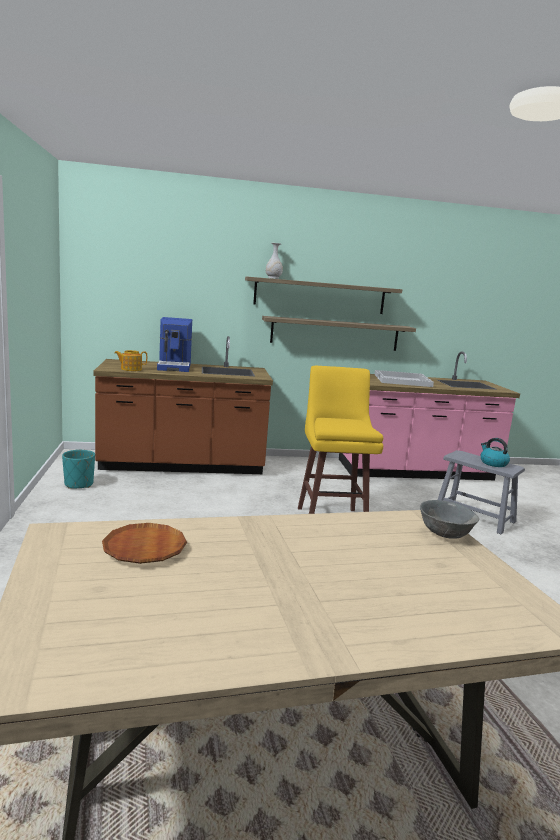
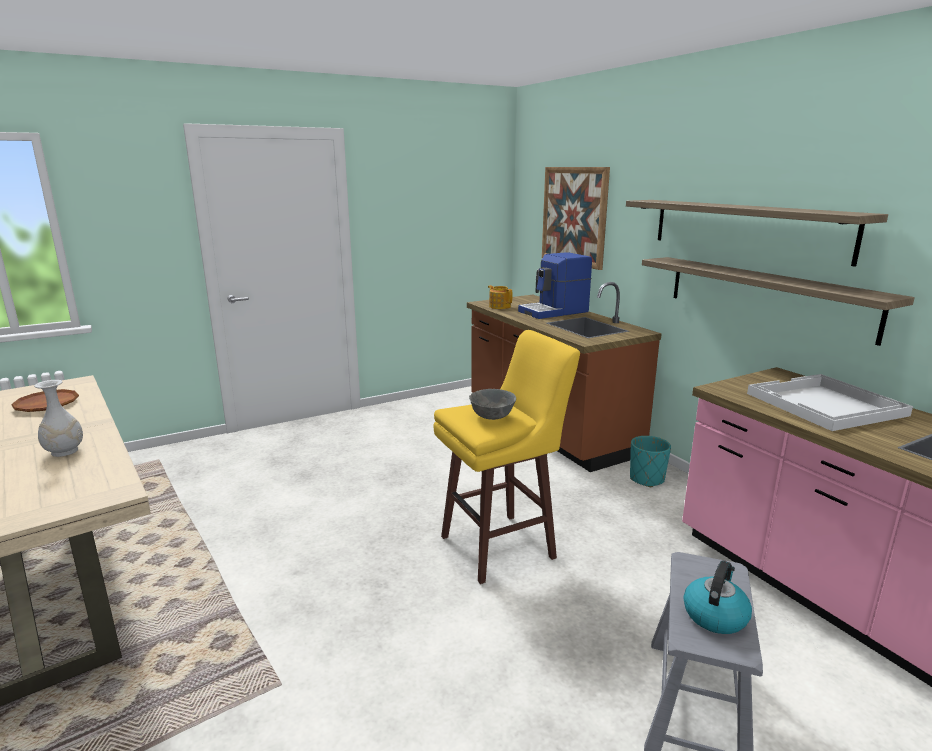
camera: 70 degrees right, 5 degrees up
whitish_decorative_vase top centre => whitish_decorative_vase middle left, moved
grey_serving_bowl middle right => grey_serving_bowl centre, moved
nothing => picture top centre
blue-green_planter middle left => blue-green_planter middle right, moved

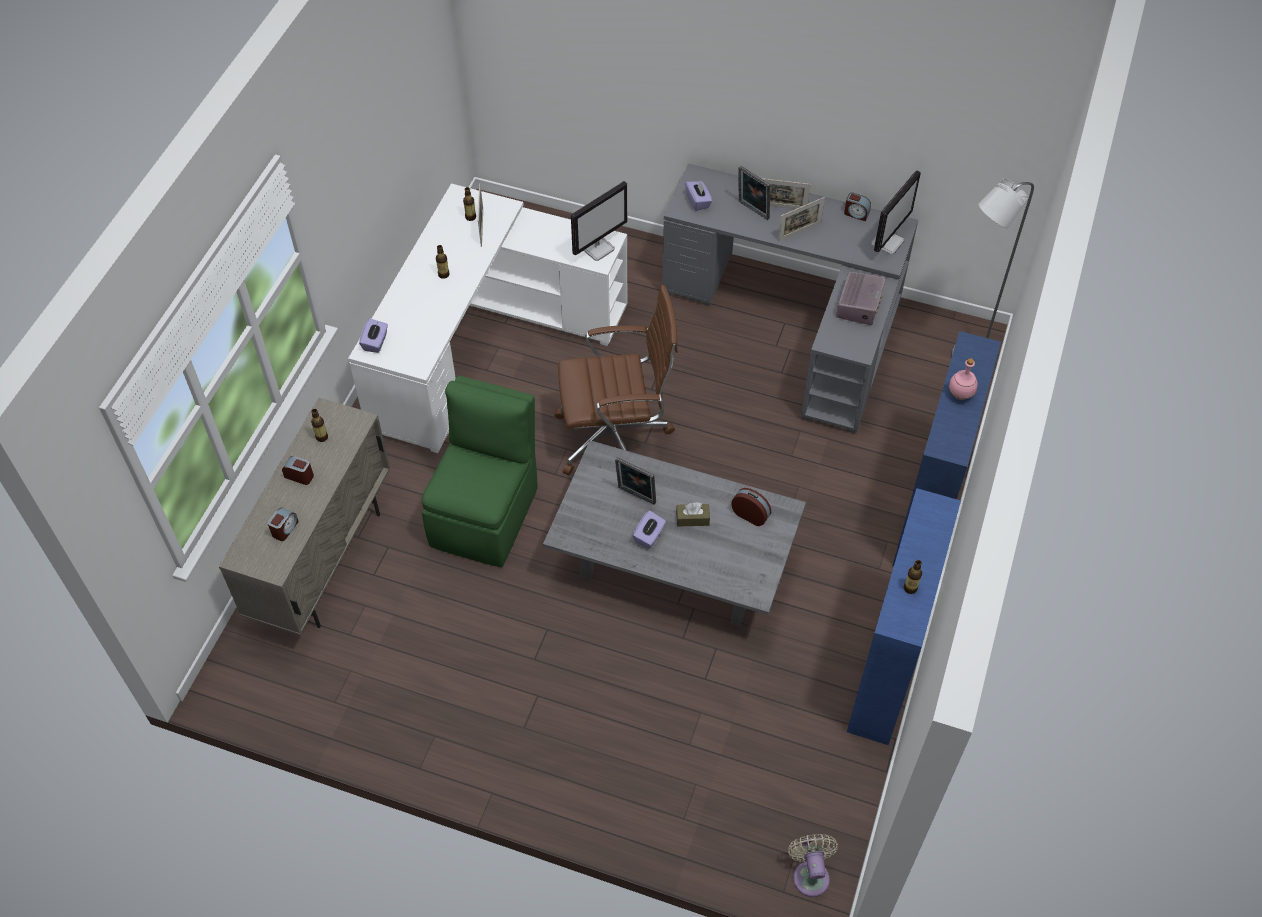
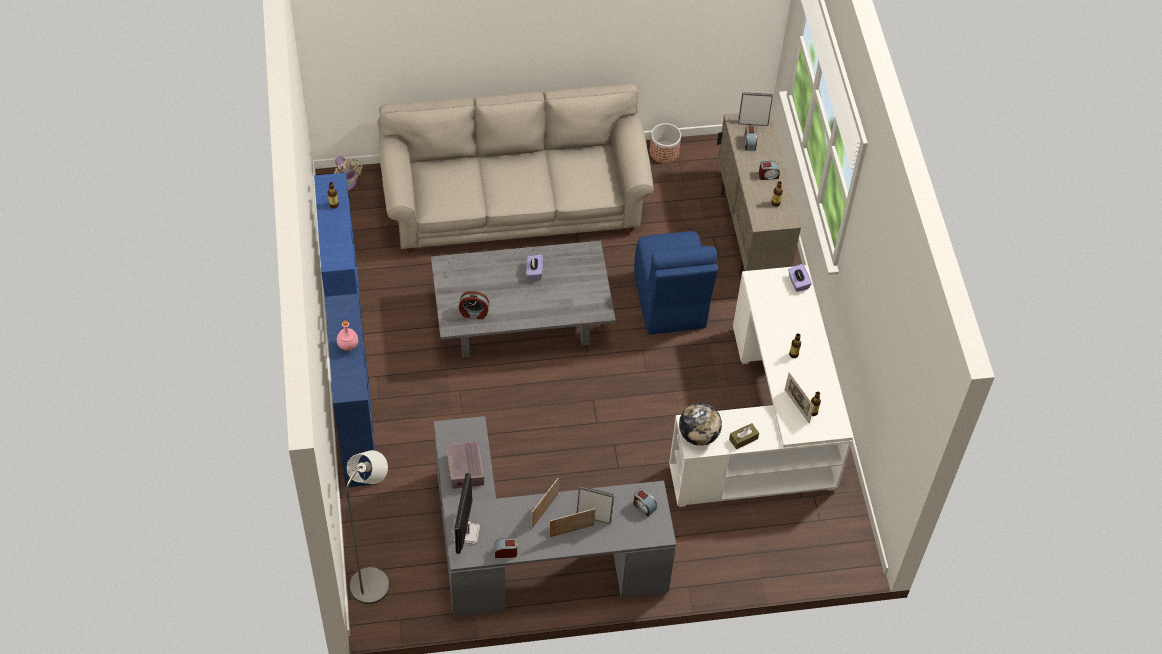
camera: 150 degrees right, 0 degrees up
nothing => beige-coloured_couch top centre
green-coloured_chair centre => blue-coloured_chair centre
purplish_box_of_tissues (3rd from left) top centre => table_clock (3rd from left) bottom centre
nothing => planter top centre
computer_display (1st from left) top centre => globe centre
brownish_box_of_tissues centre => brownish_box_of_tissues bottom centre, moved
picture_frame (2nd from left in the first image) centre => picture_frame (4th from left) top centre, moved
brownish_office_chair centre => nothing

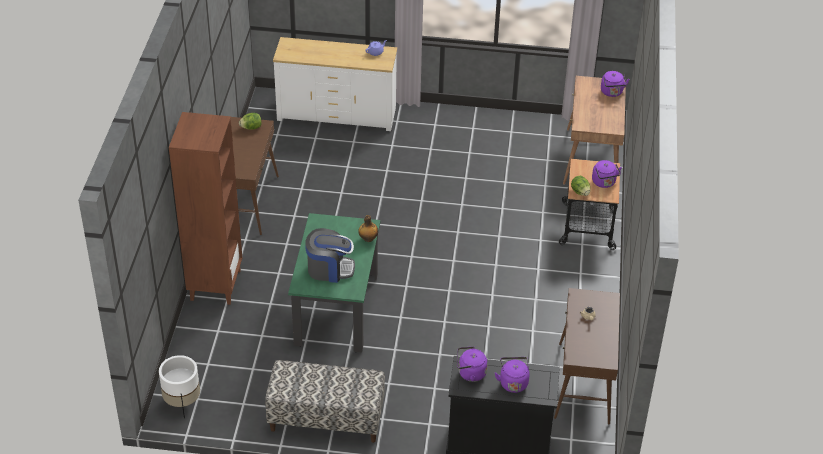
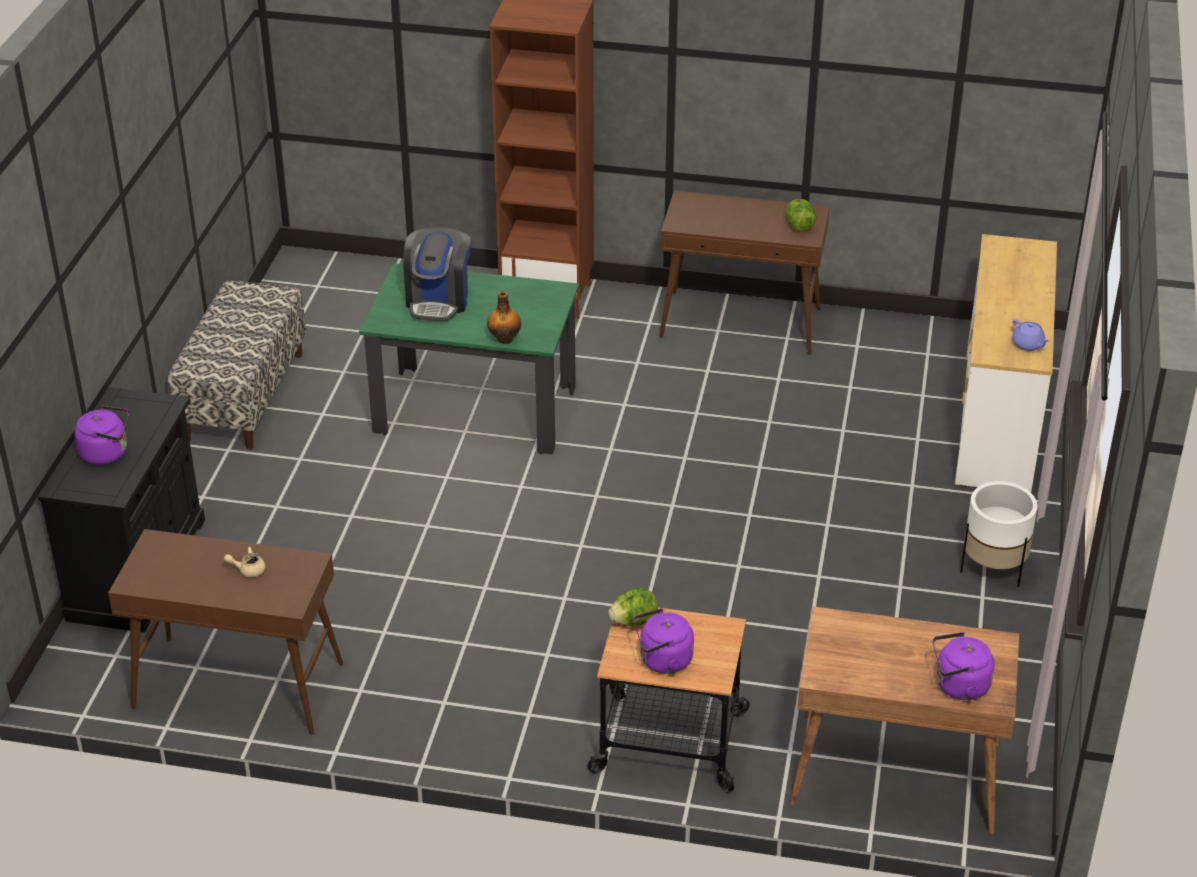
camera: 95 degrees right, 5 degrees down
whitish_planter bottom left => whitish_planter middle right, moved
purplish_kettle (1st from left) bottom centre => nothing

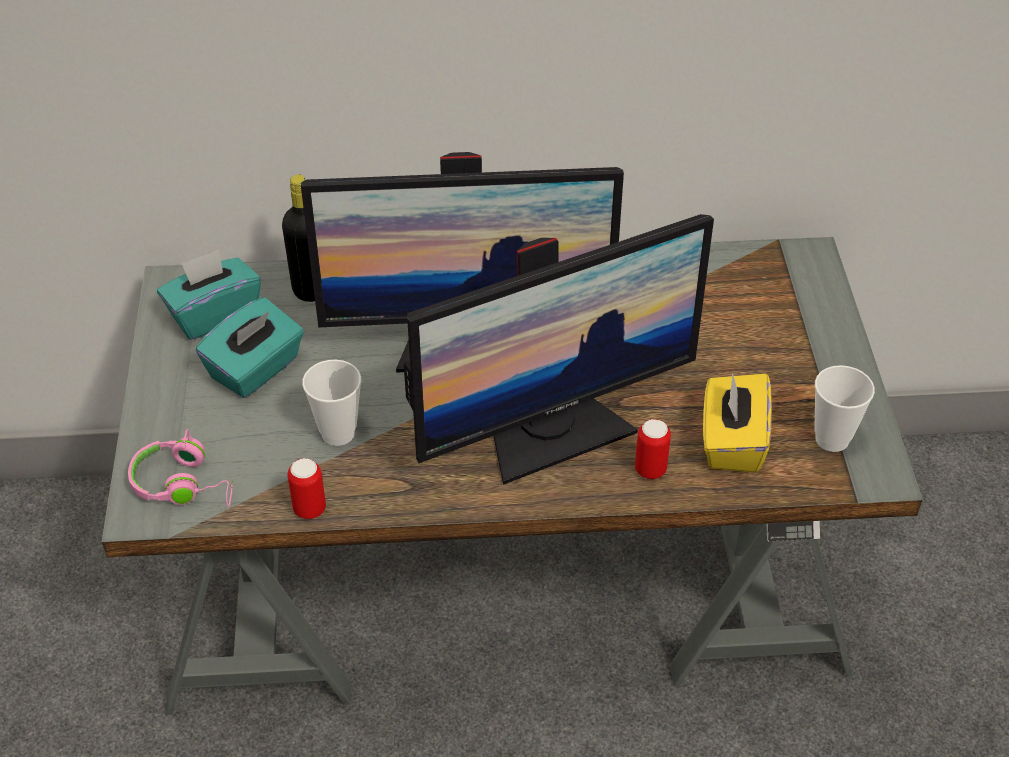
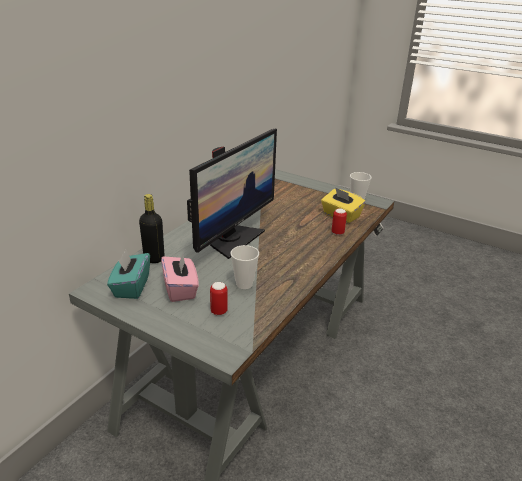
camera: 55 degrees left, 15 degrees down
blue-green_box_of_tissues (2nd from left) middle left => pink_box_of_tissues centre
sealed_can (1st from left) middle left => sealed_can (1st from left) centre, moved
pink_pair_of_headphones middle left => nothing
computer_display (2nd from left) centre => nothing

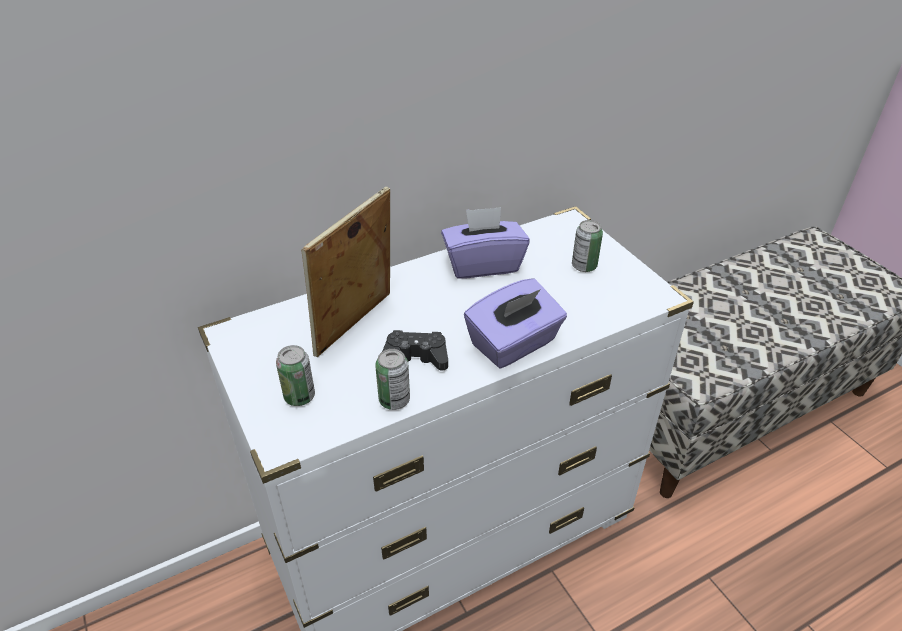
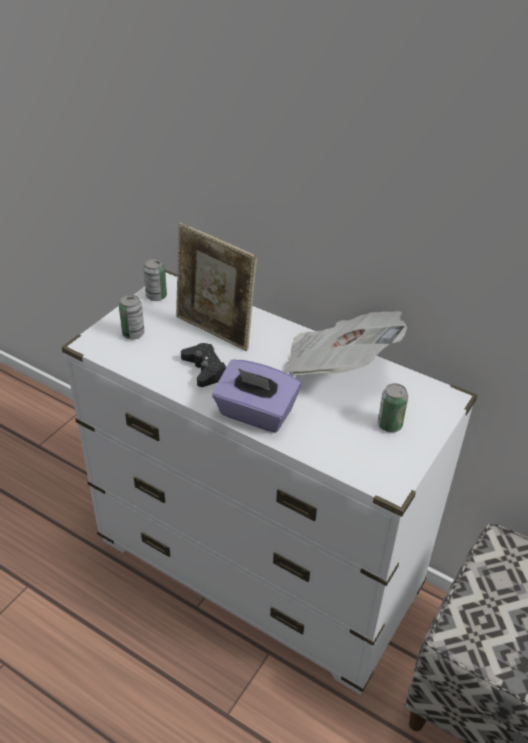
camera: 60 degrees right, 0 degrees up
sealed_can (2nd from left) centre => sealed_can (2nd from left) middle left, moved
picture_frame centre, 150 degrees counterclockwise
purplish_box_of_tissues (1st from left) centre => daily_paper centre

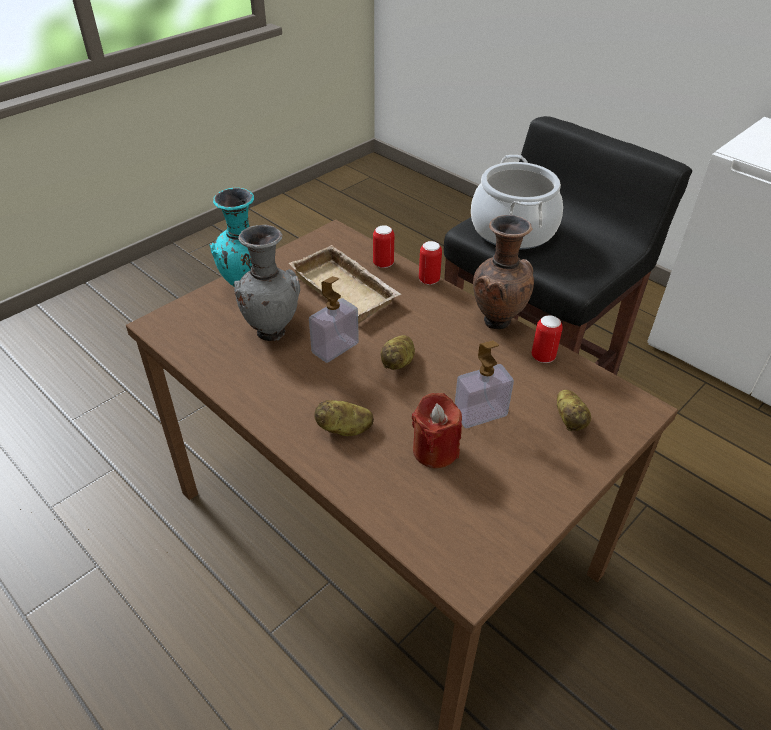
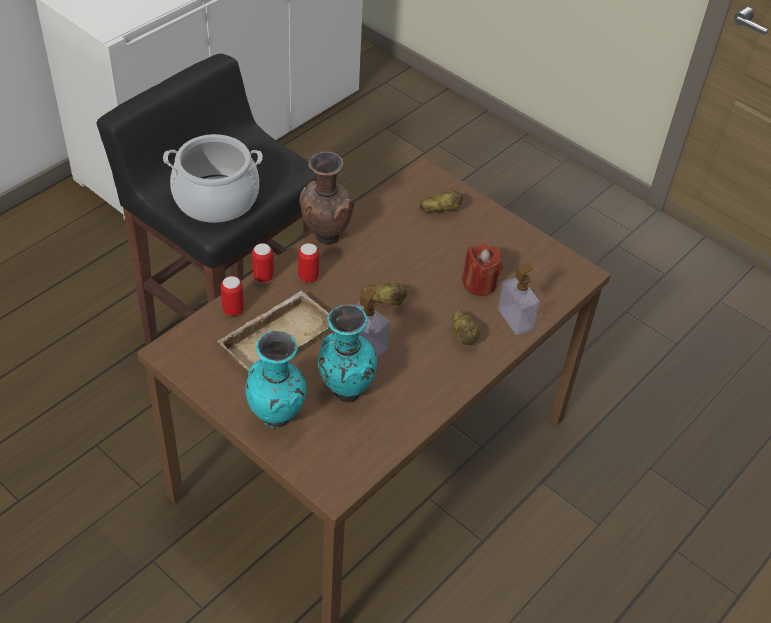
camera: 95 degrees left, 5 degrees up
sealed_can (3rd from left) middle right => sealed_can (3rd from left) centre, moved
grey_decorative_vase centre => blue-green_decorative_vase (2nd from left) centre
liquid_soap_bottle (2nd from left) centre => liquid_soap_bottle (2nd from left) middle right, moved

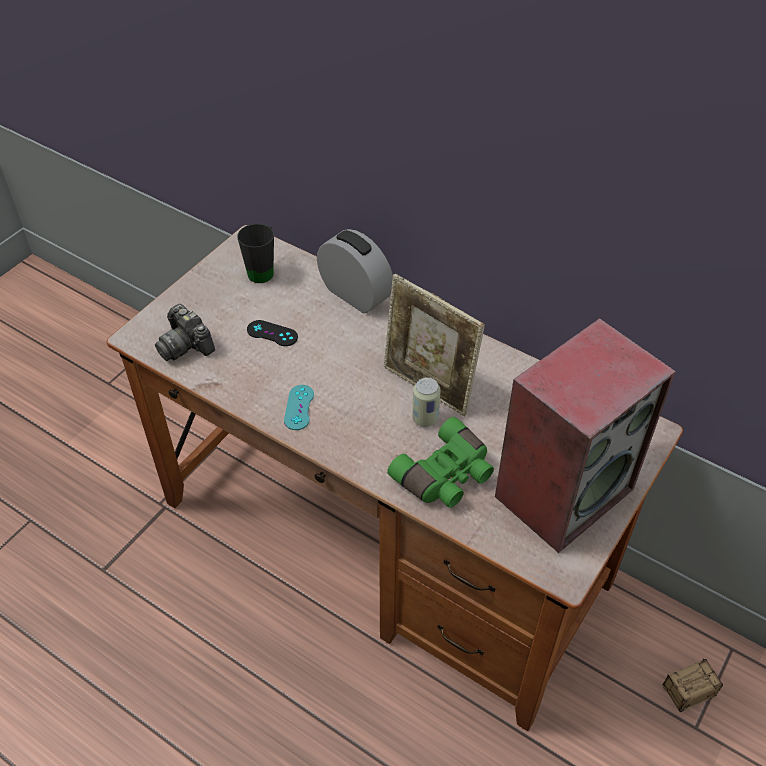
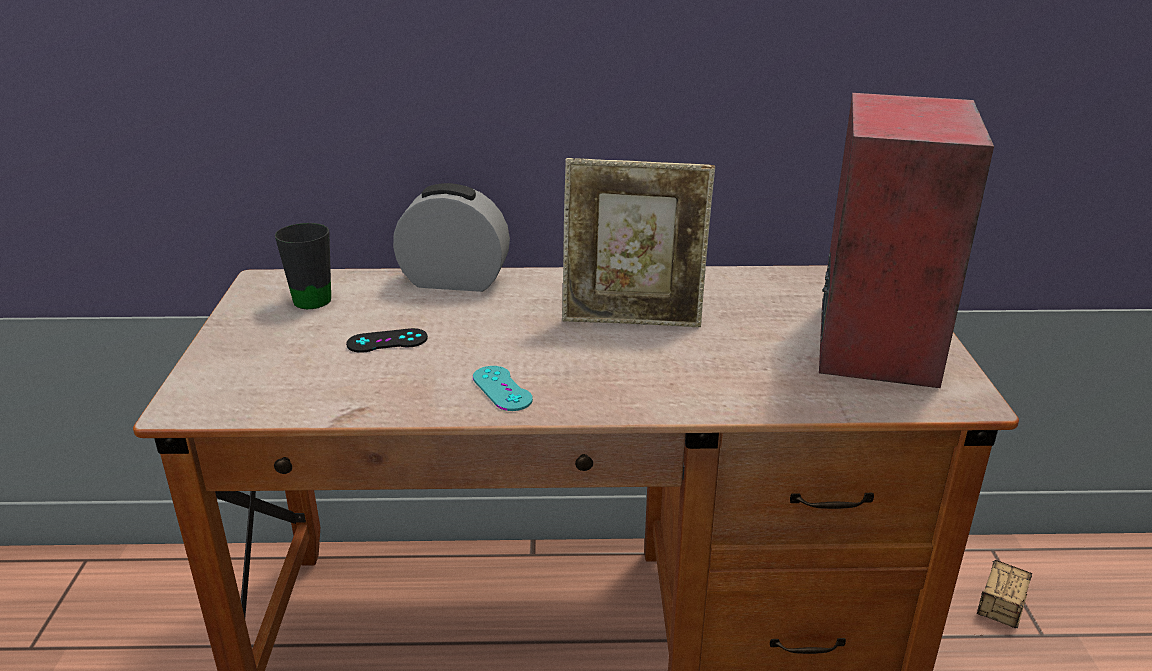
camera: 35 degrees left, 20 degrees down
still_camera middle left => nothing
green-coloured_binoculars centre => nothing
sealed_can centre => nothing

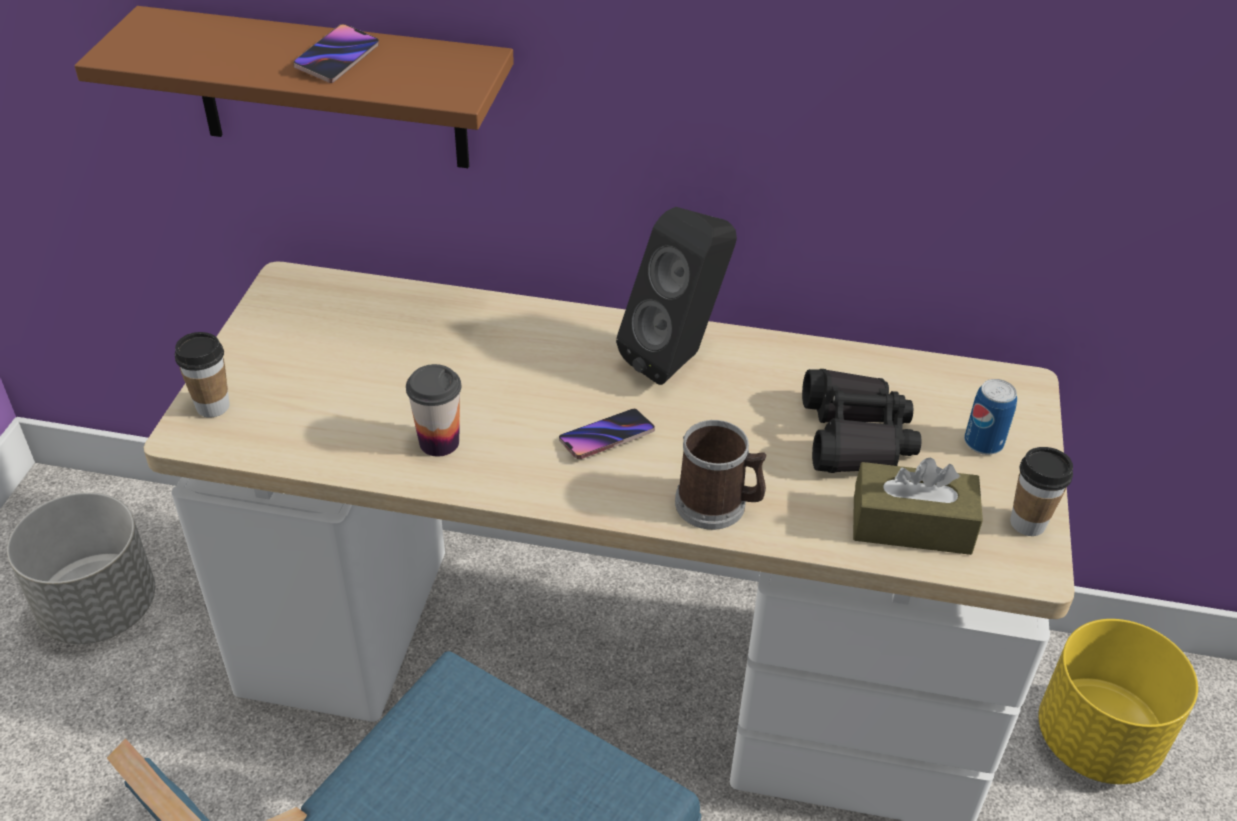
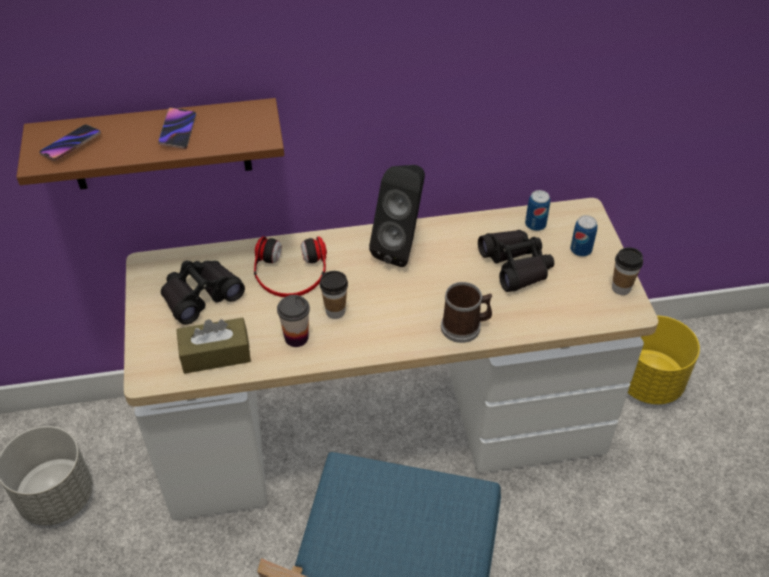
camera: 20 degrees left, 5 degrees up
handset (2nd from left in the first image) centre => handset (1st from left) top left, moved
nothing => blackish_binoculars (1st from left) middle left
brownish_box_of_tissues middle right => brownish_box_of_tissues middle left, moved
nothing => pair_of_headphones centre
cup (1st from left in the first image) middle left => cup (2nd from left) centre, moved
nothing => sealed_can (1st from left) middle right

